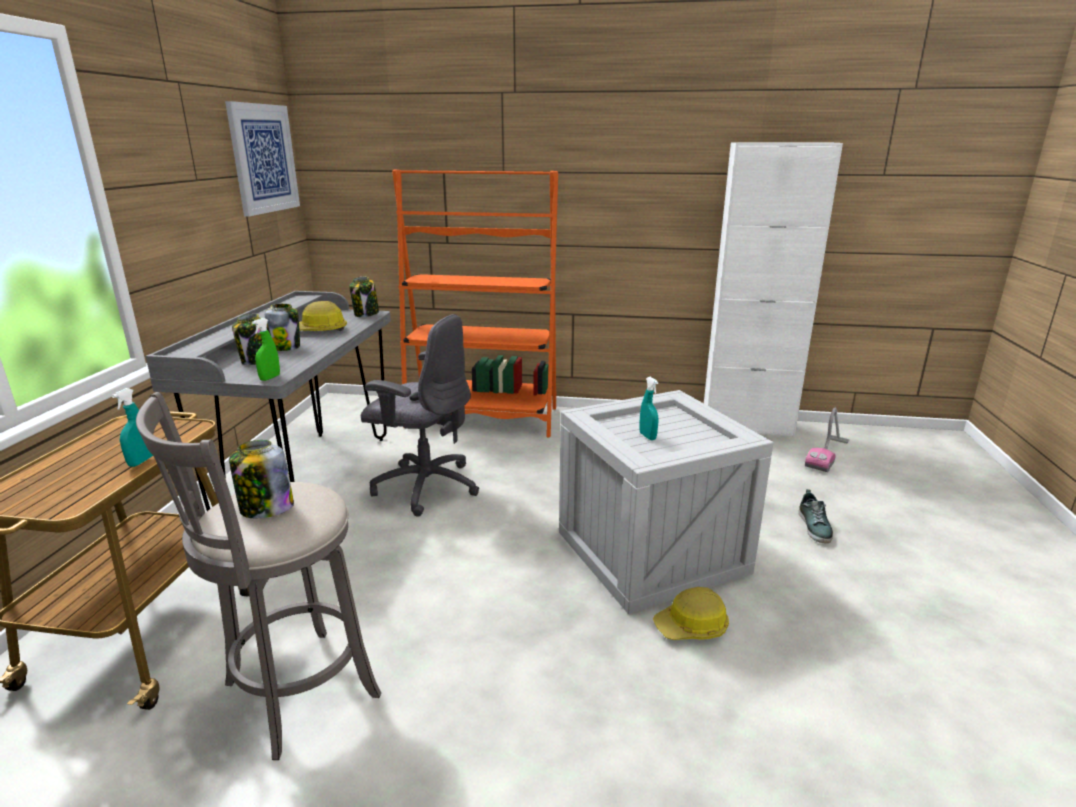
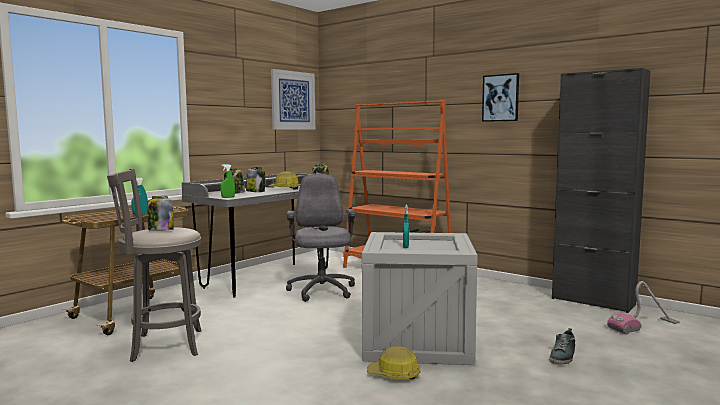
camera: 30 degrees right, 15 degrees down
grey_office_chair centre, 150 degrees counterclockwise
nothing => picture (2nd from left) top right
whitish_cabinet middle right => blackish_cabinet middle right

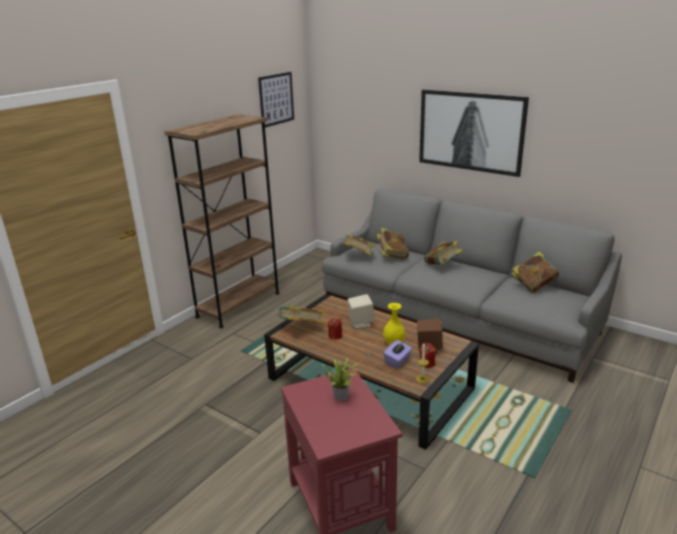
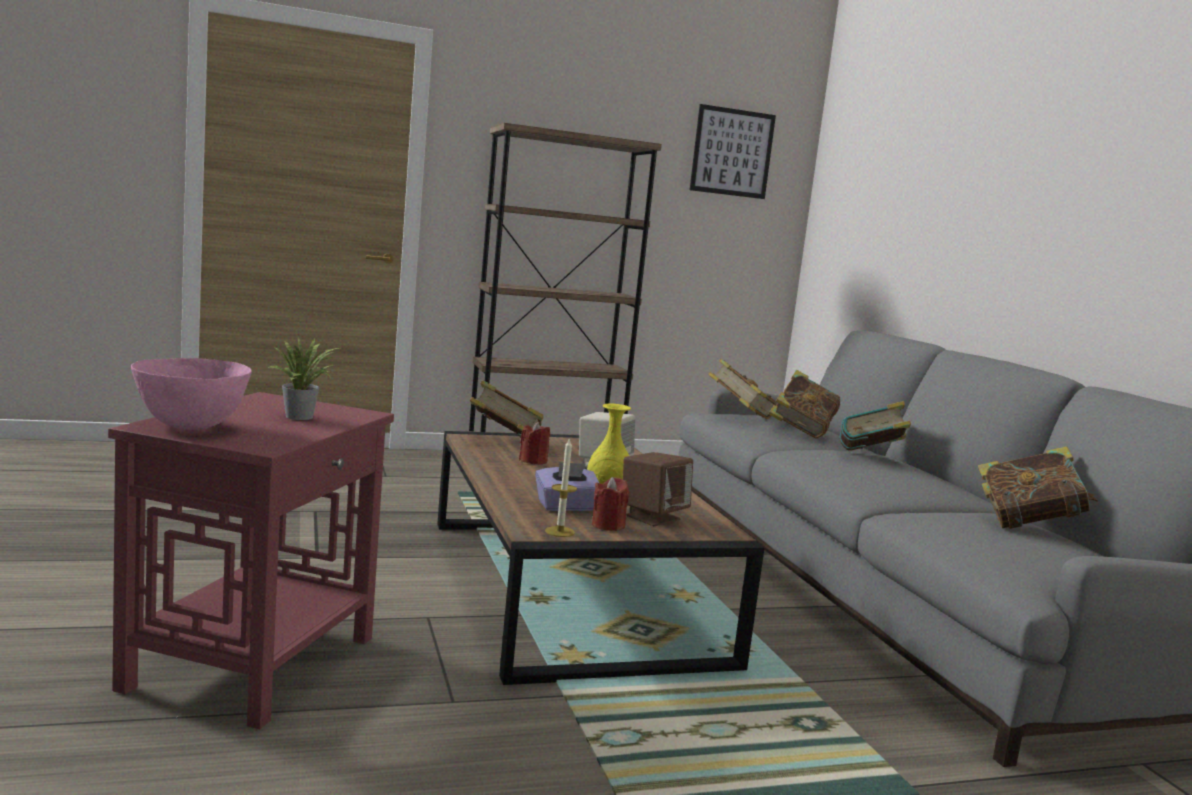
camera: 35 degrees right, 15 degrees down
nothing => pink_serving_bowl middle left
picture (2nd from left) top right => nothing

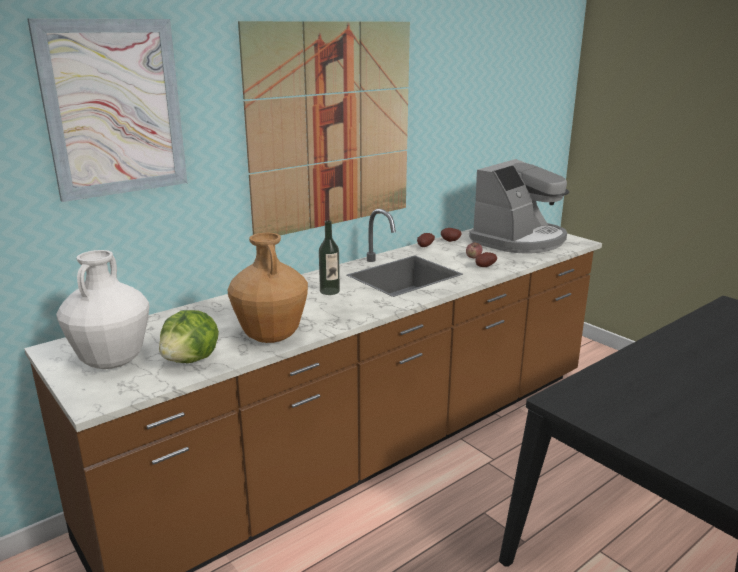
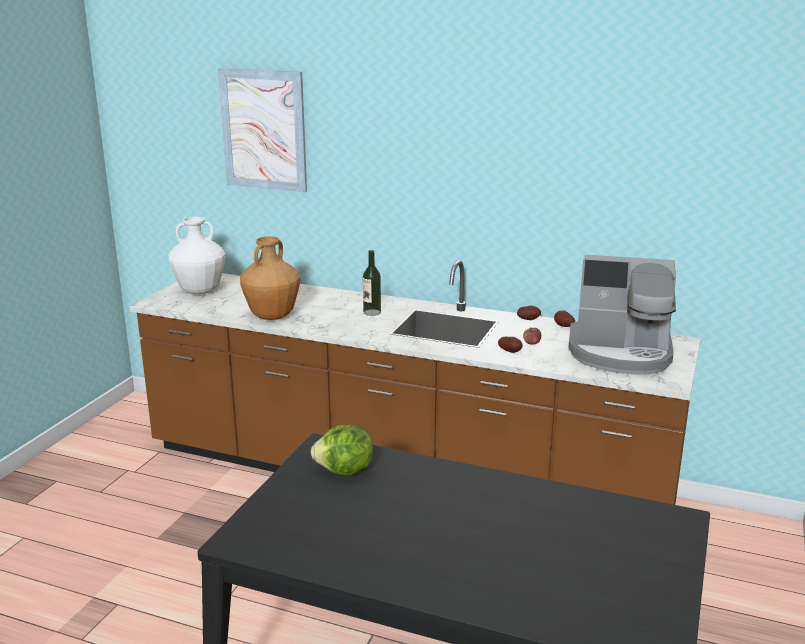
camera: 60 degrees right, 0 degrees up
lettuce_head middle left => lettuce_head bottom centre, moved
picture (2nd from left) top centre => nothing

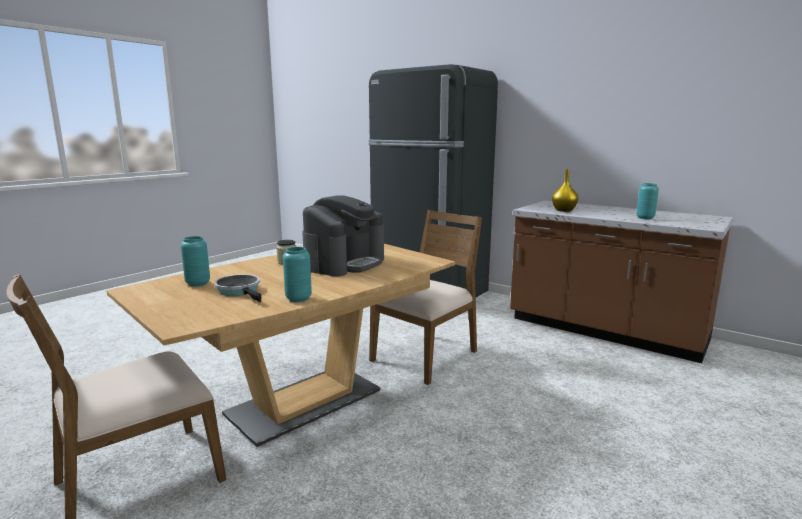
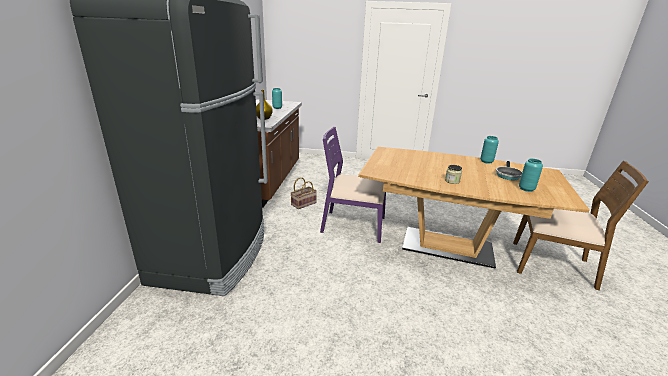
camera: 120 degrees left, 10 degrees up
nothing => basket centre
brownish_chair (2nd from left) centre => purplish_chair centre
coffee_machine centre => nothing

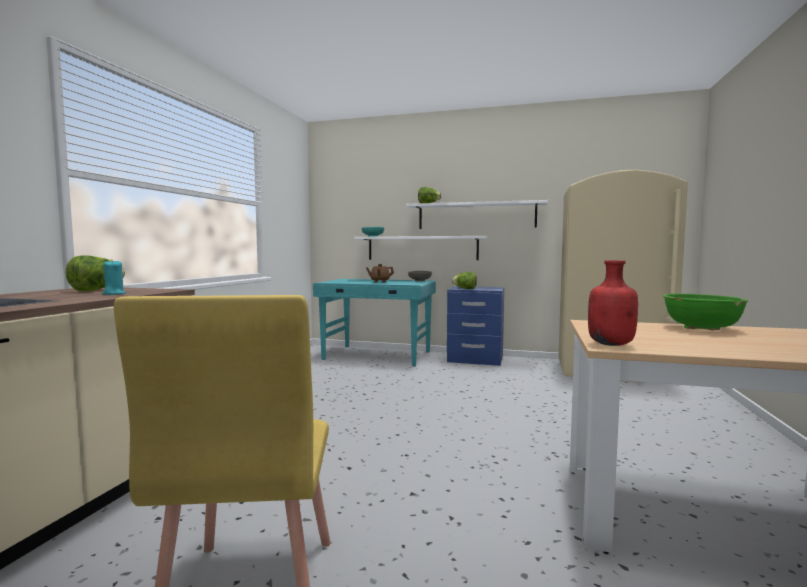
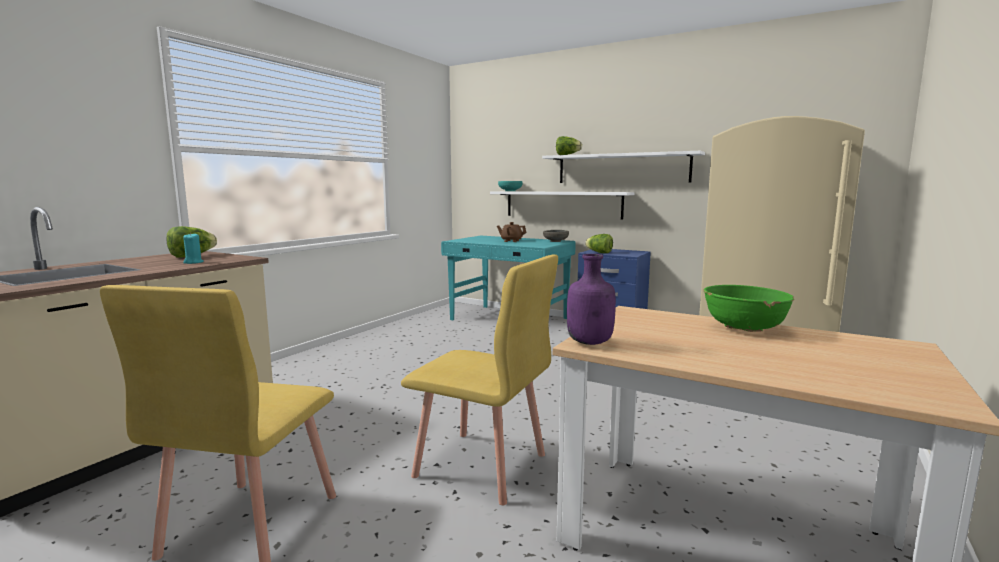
camera: 15 degrees right, 5 degrees up
nothing => yellow_chair (2nd from left) bottom centre
red_drink_bottle middle right => purplish_drink_bottle centre

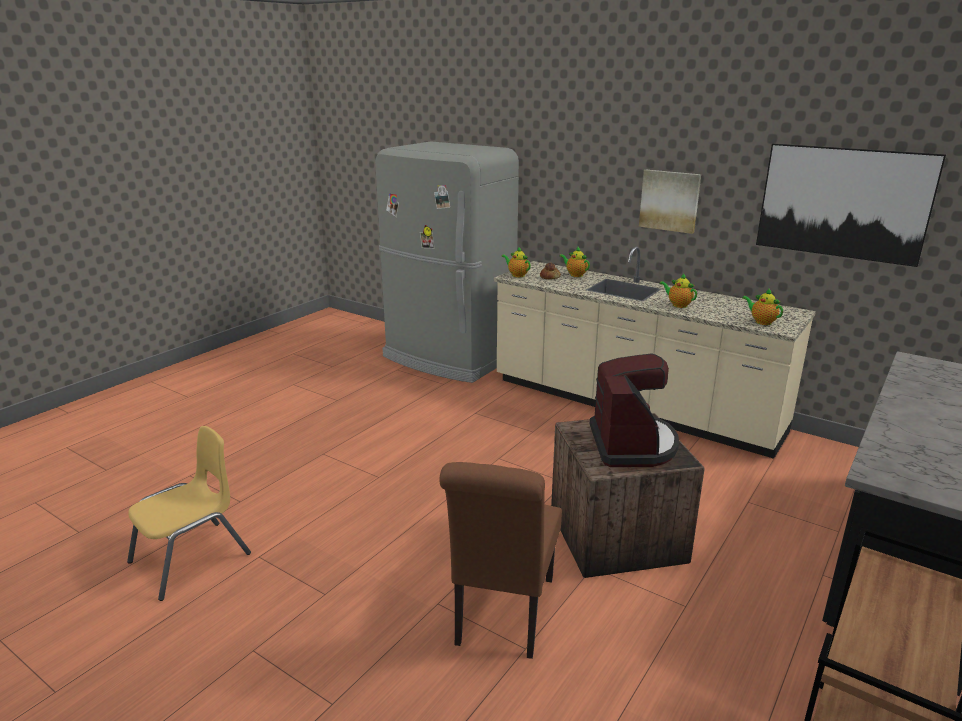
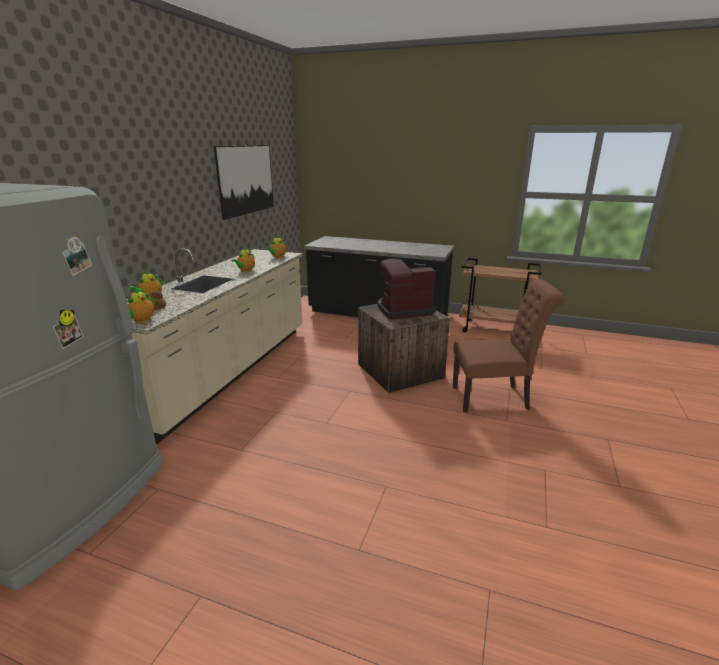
camera: 105 degrees left, 0 degrees up
yellow_chair bottom left => nothing
picture (1st from left) top right => nothing

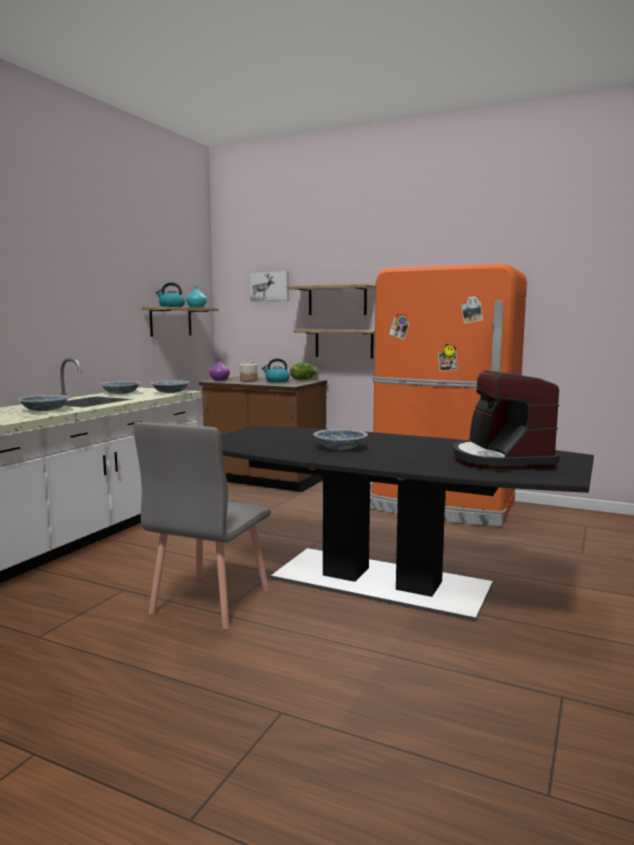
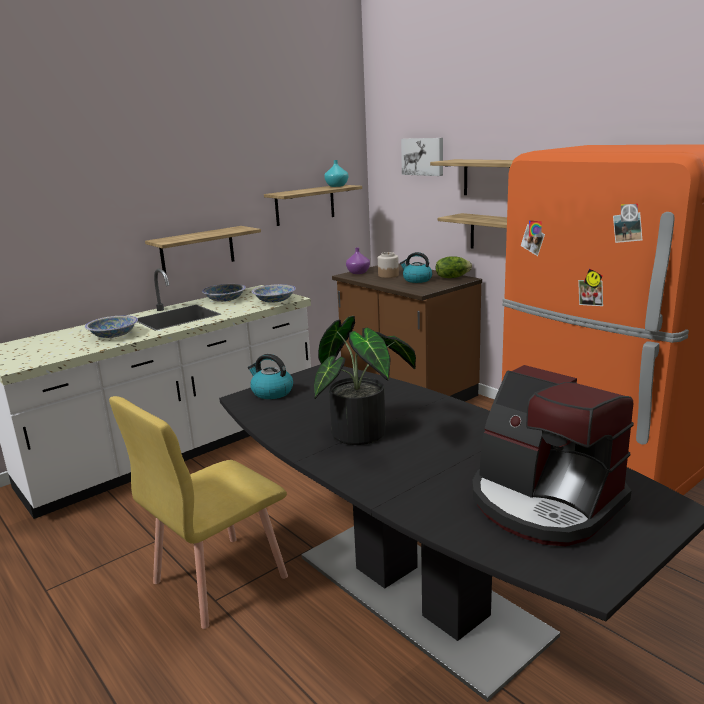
camera: 25 degrees right, 10 degrees up
grey_chair middle left => yellow_chair bottom left
nothing => wall_shelf (1st from left) middle left
kettle (1st from left) middle left => kettle (1st from left) centre, moved
serving_bowl (4th from left) centre => potted_plant centre
coffee_machine middle right, 60 degrees counterclockwise

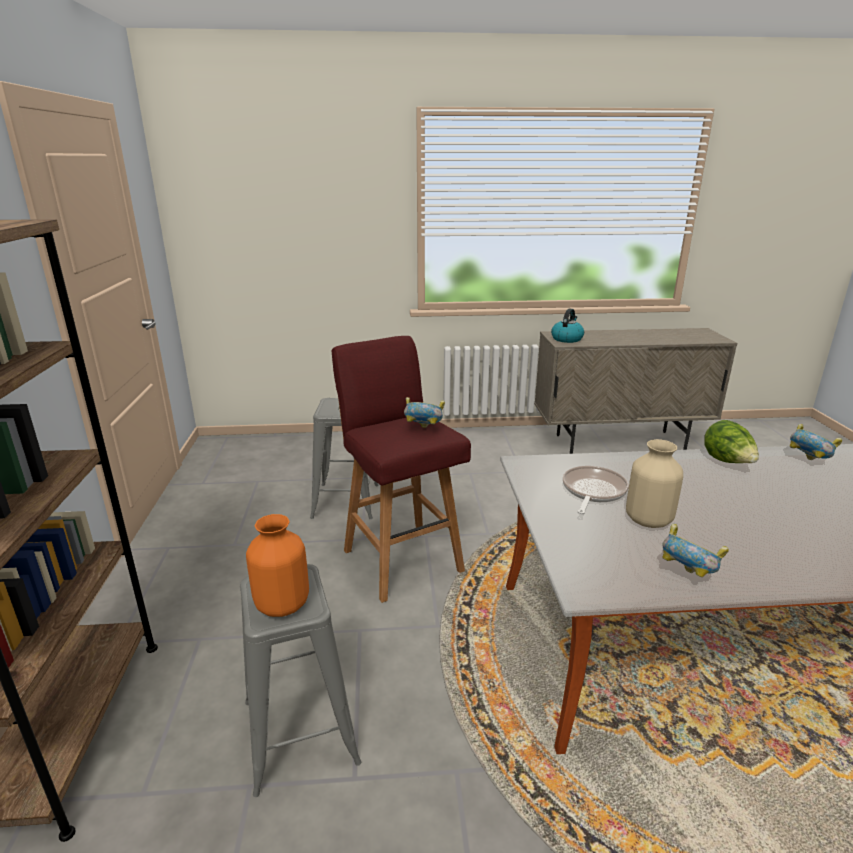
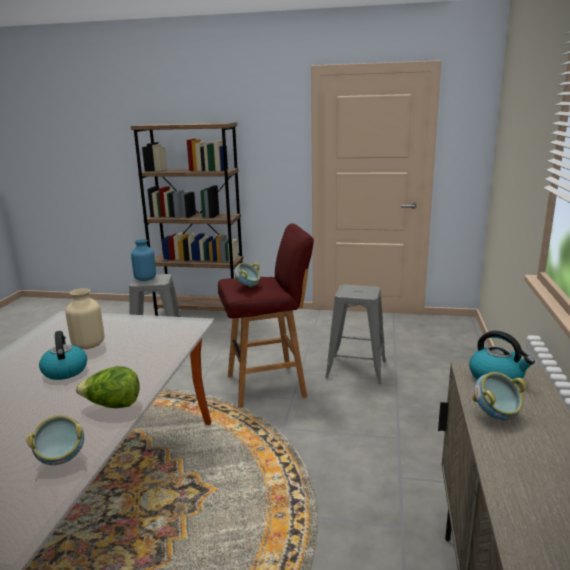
camera: 105 degrees right, 5 degrees down
nothing => kettle (1st from left) middle left
orangey_decorative_vase middle left => blue-coloured_decorative_vase middle left
serving_bowl (2nd from left in the first image) middle right => serving_bowl (3rd from left) bottom right, moved
frying_pan middle right => nothing

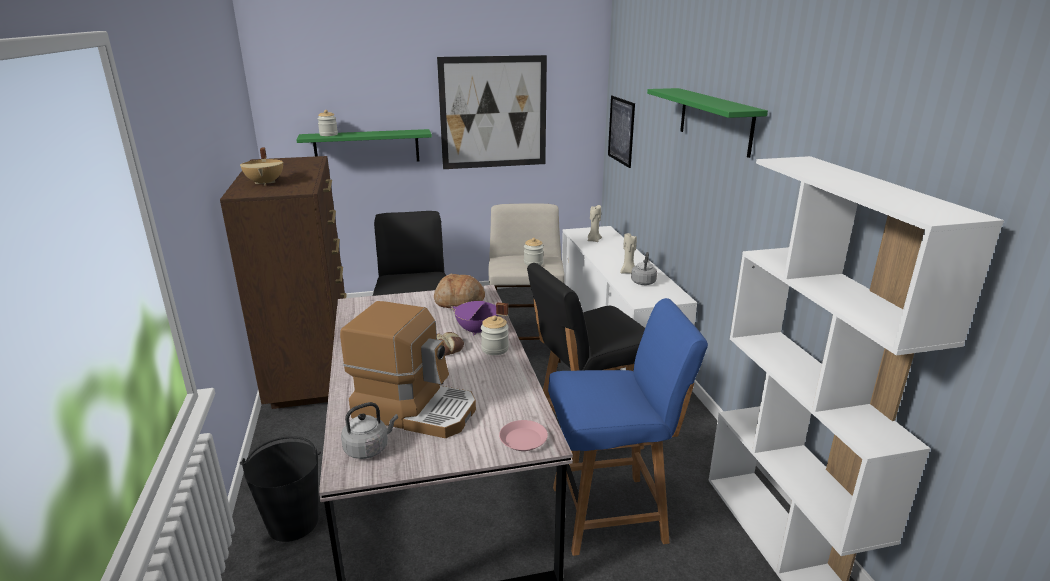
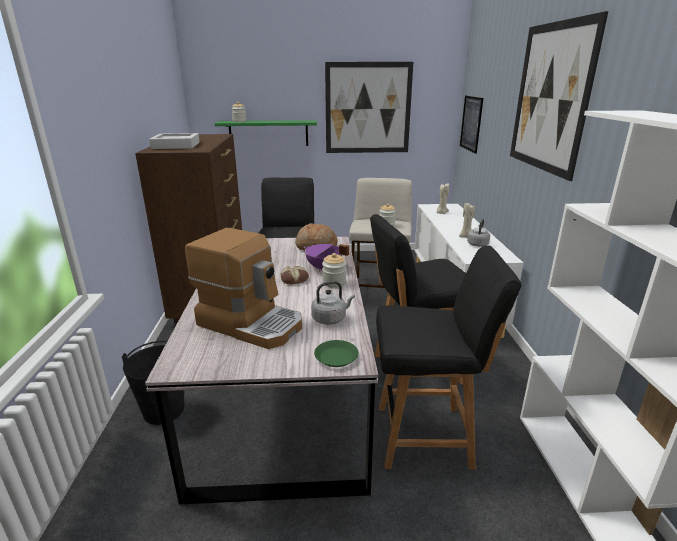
camera: 10 degrees right, 0 degrees up
beige-coloured_saucepot top left => grey_carrying_tray top left
grey_kettle (1st from left) bottom centre => grey_kettle (1st from left) centre, moved
pink_dinner_plate bottom centre => green-coloured_dinner_plate centre
blue-coloured_chair bottom centre => blackish_chair (3rd from left) centre
green-coloured_wall_shelf (2nd from left) top right => picture (3rd from left) top right

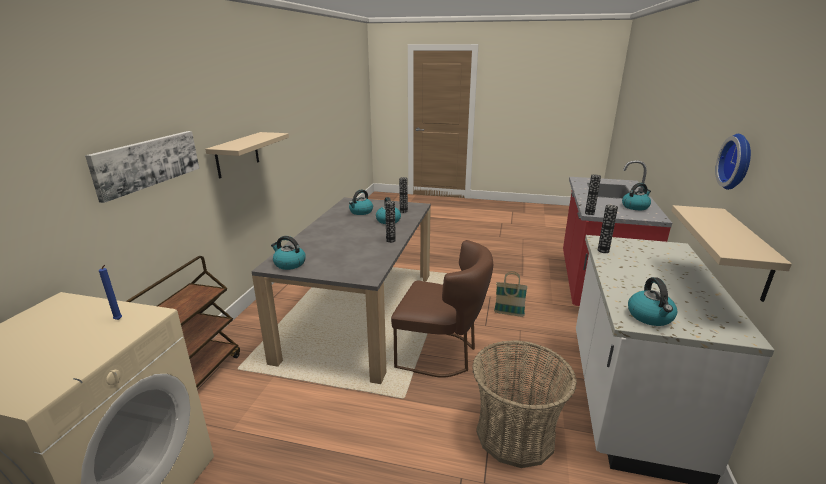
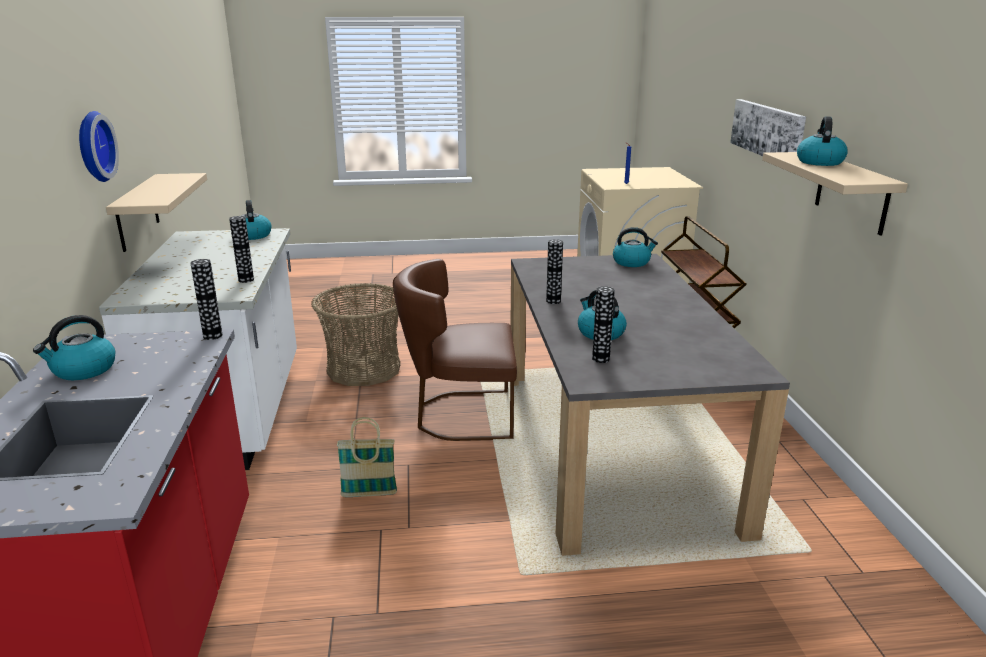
camera: 160 degrees right, 0 degrees up
kettle (2nd from left in the first image) centre => kettle (5th from left) top right, moved

